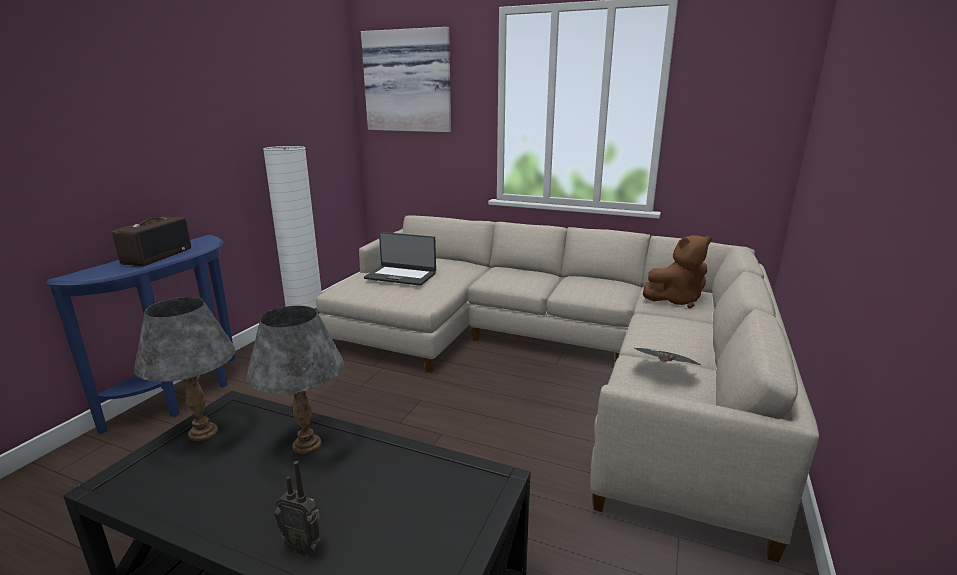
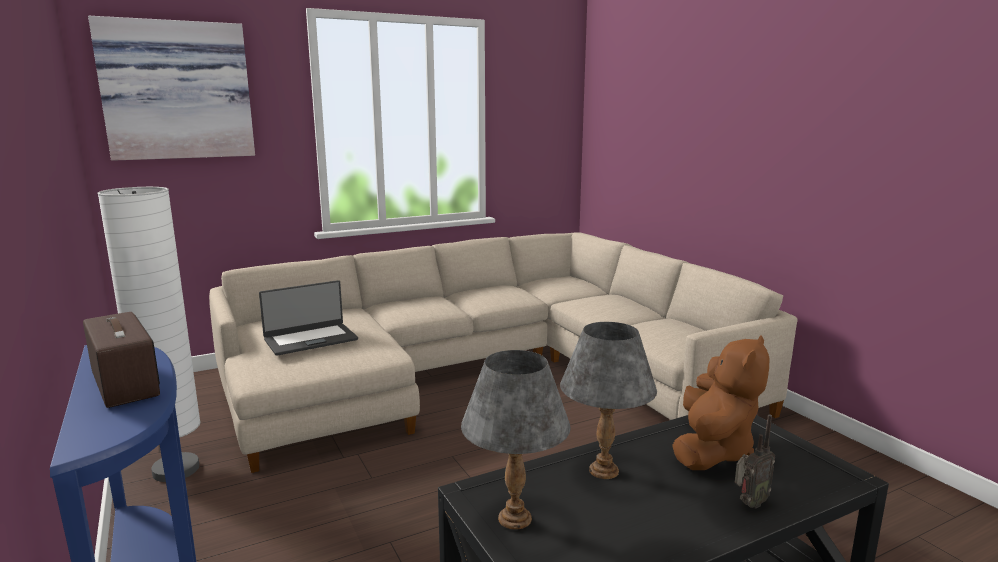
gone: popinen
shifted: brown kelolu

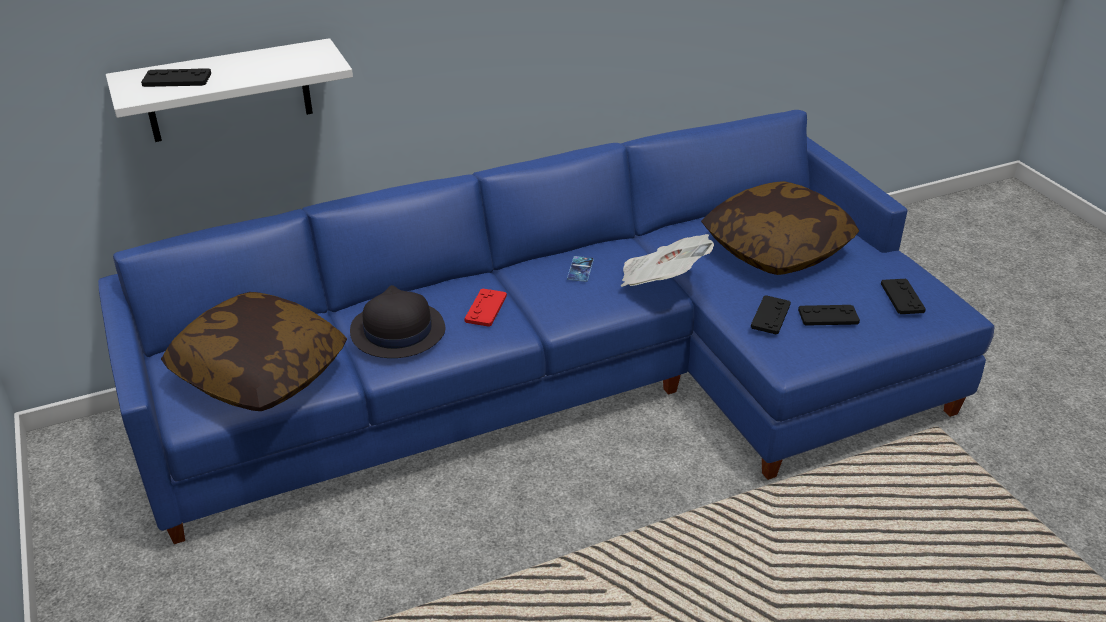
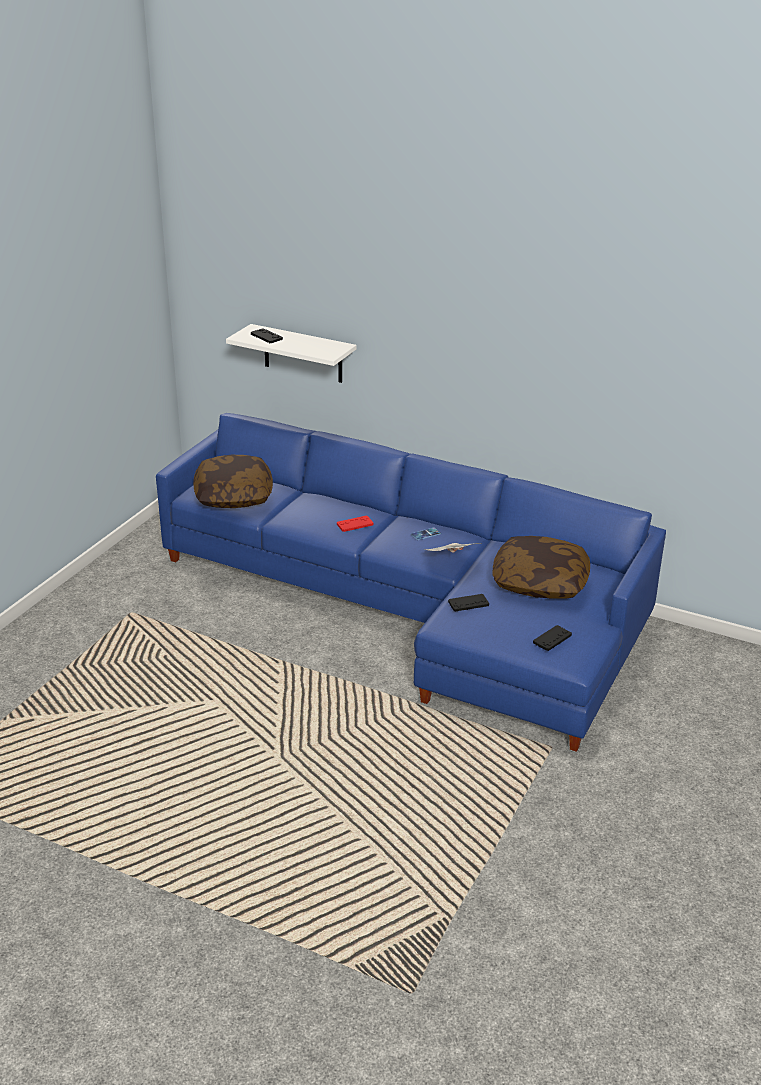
gone: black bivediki; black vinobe (no. 3 from left)

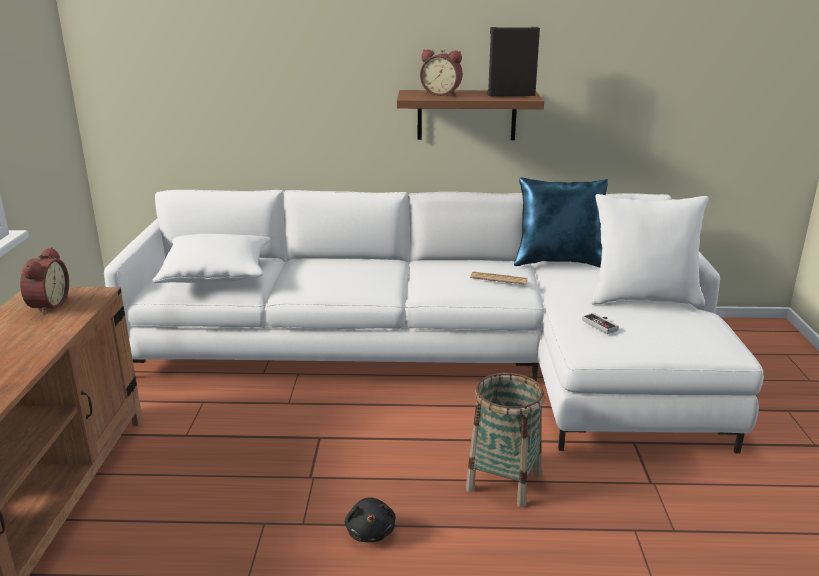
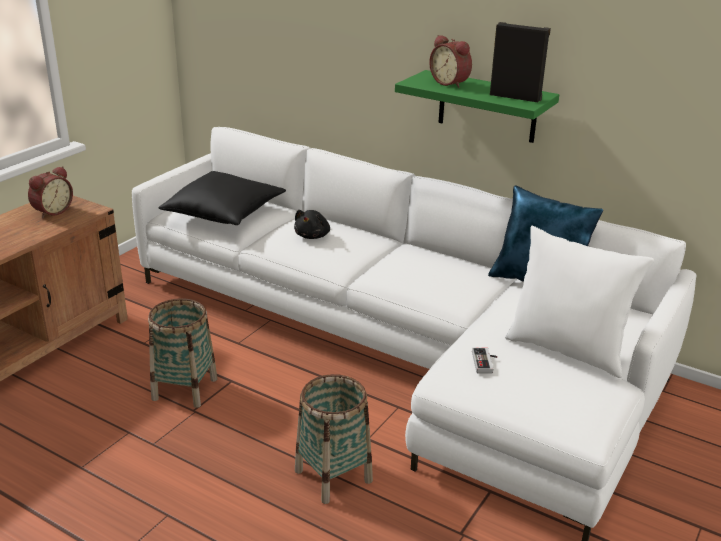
gone: popinen
new: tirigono (no. 1 from left)
shifted: black kelolu
repainted: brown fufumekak to green fufumekak; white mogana (no. 1 from left) to black mogana

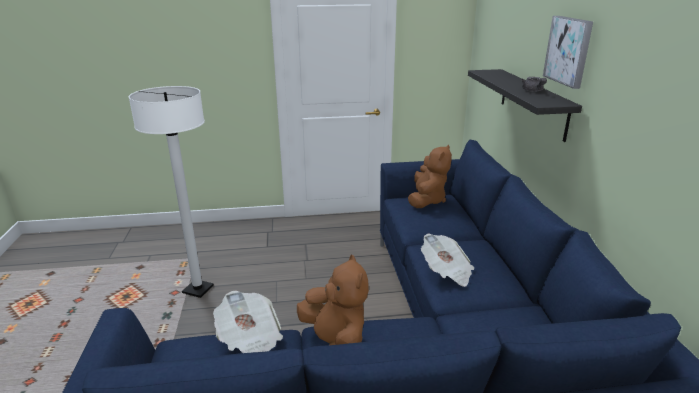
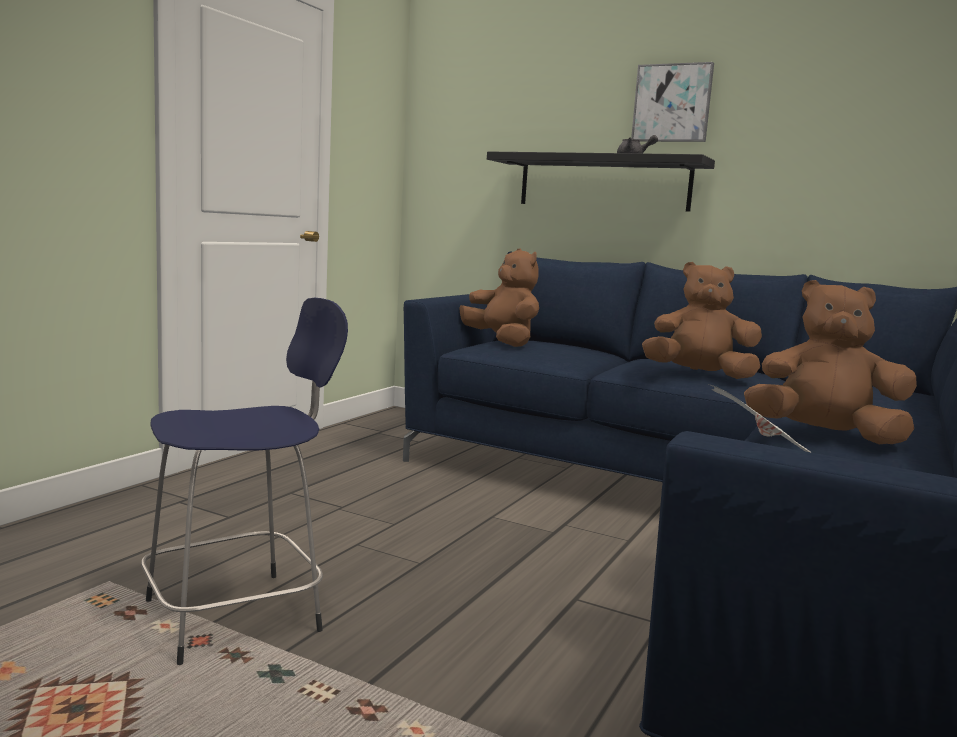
swapped: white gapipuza to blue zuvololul; popinen (no. 2 from left) to brown kelolu (no. 2 from left)

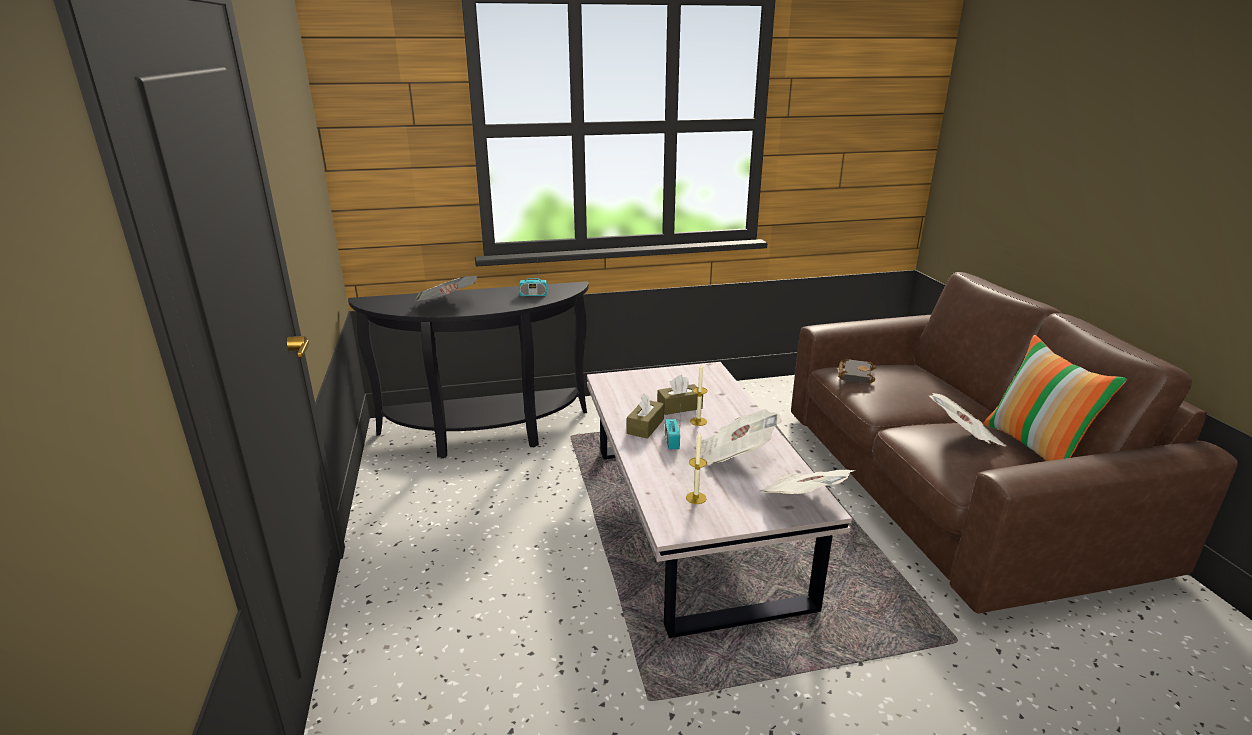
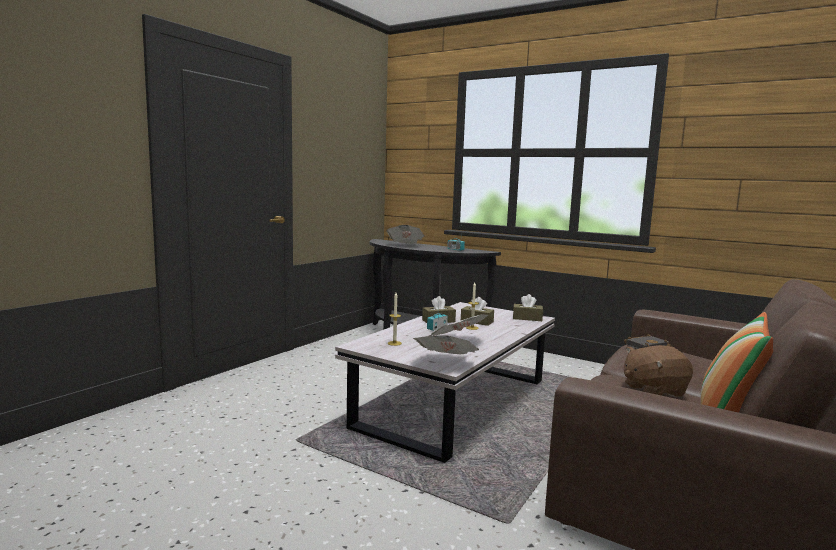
new: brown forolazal (no. 3 from left)
swapped: popinen (no. 4 from left) to brown kelolu

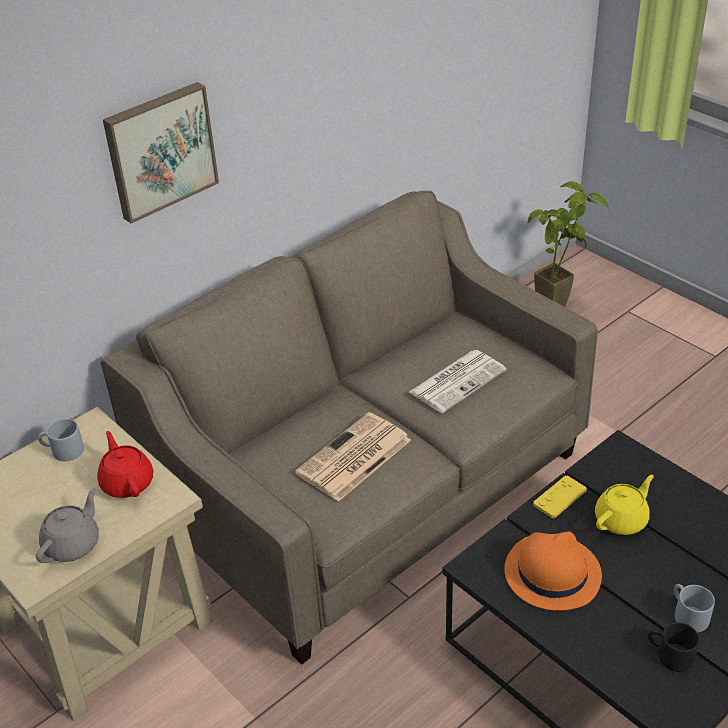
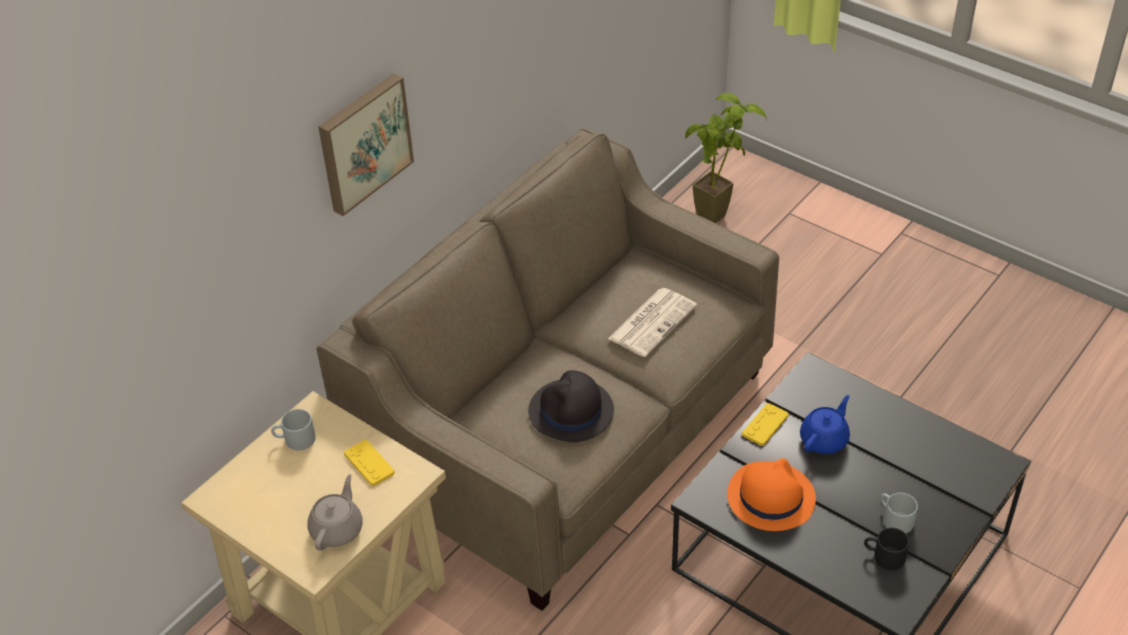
swapped: popinen (no. 1 from left) to black bivediki; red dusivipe to yellow vinobe (no. 1 from left)
repainted: yellow dusivipe to blue dusivipe

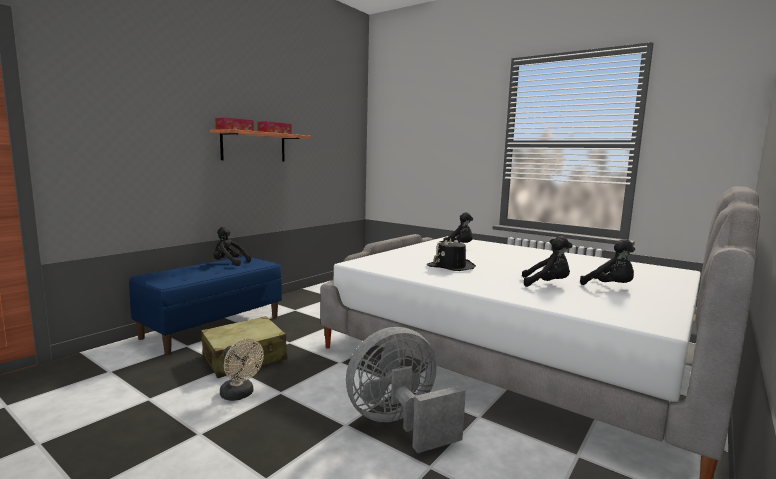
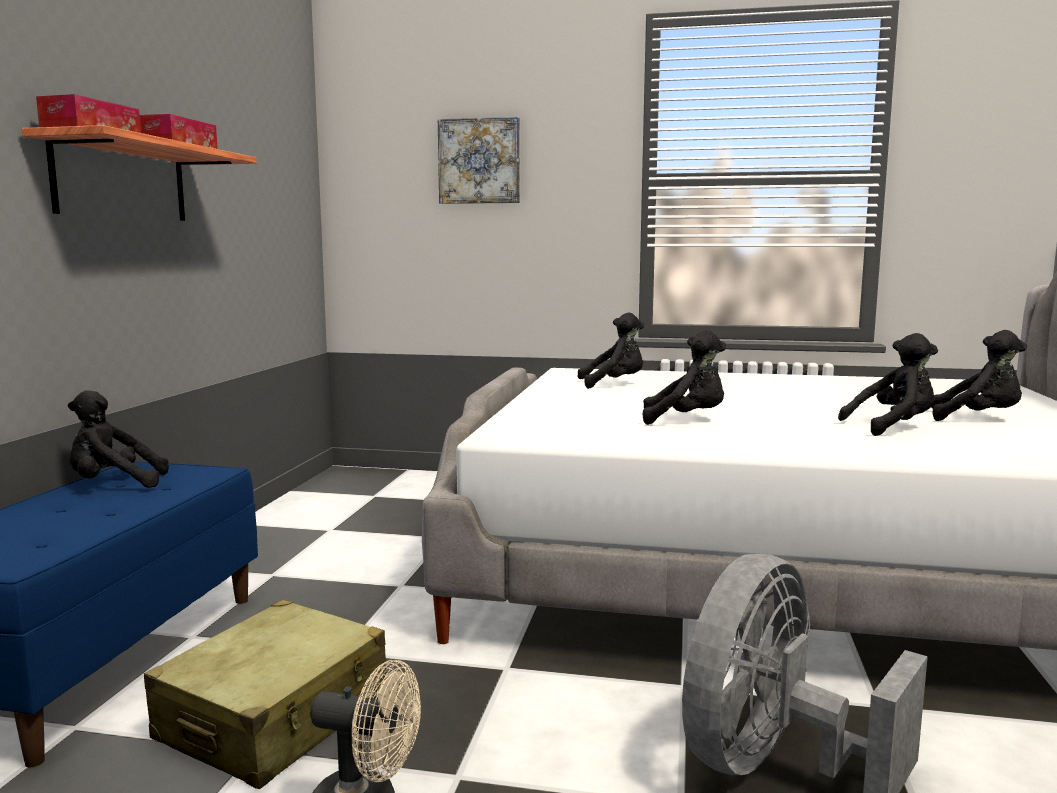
new: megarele
swapped: black bivediki to black kelolu (no. 3 from left)

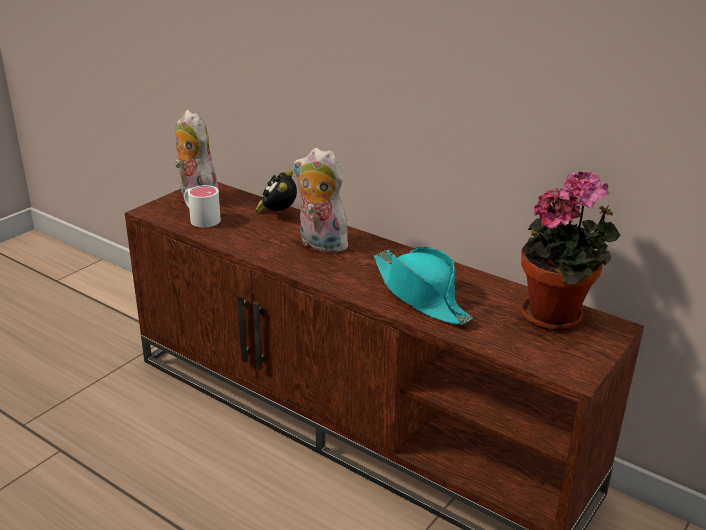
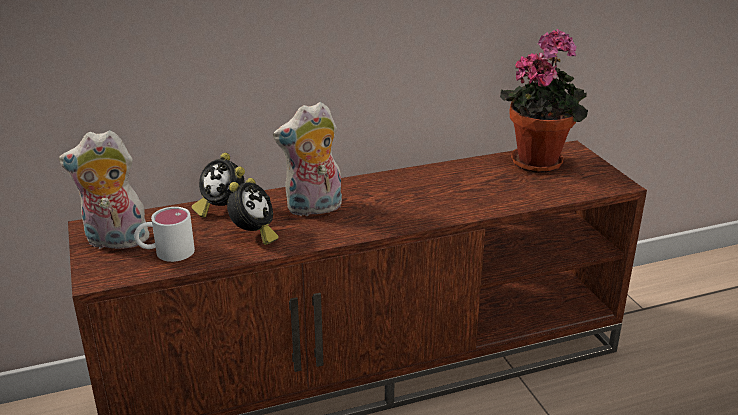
gone: turquoise bivediki
new: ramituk (no. 2 from left)

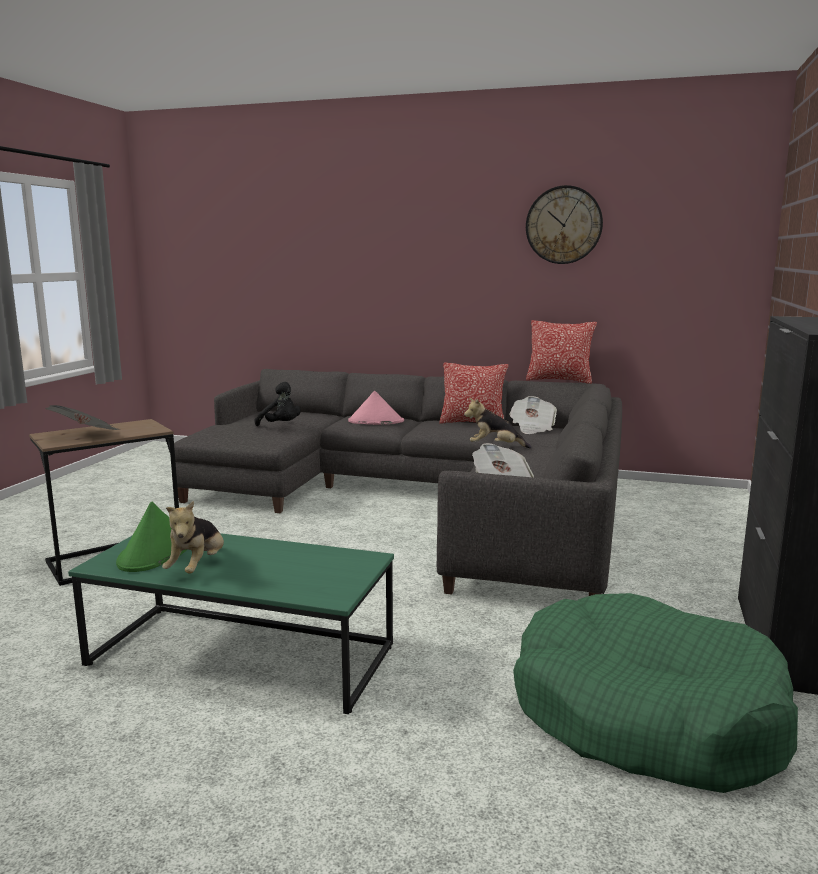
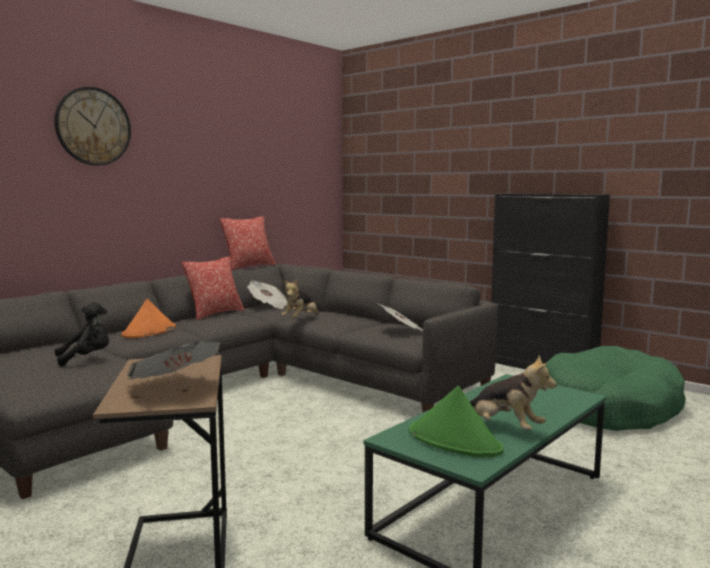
shifted: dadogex
repainted: pink bivediki to orange bivediki

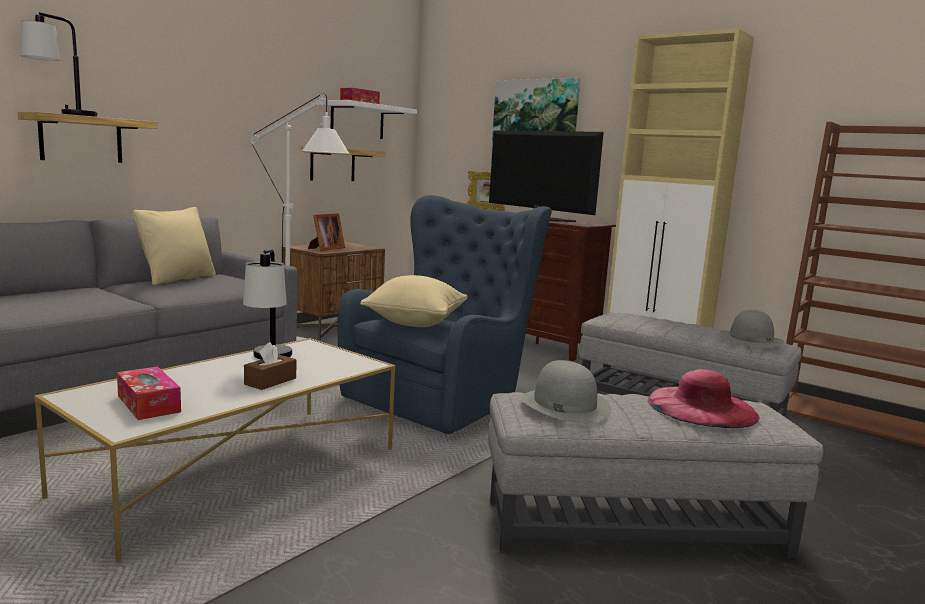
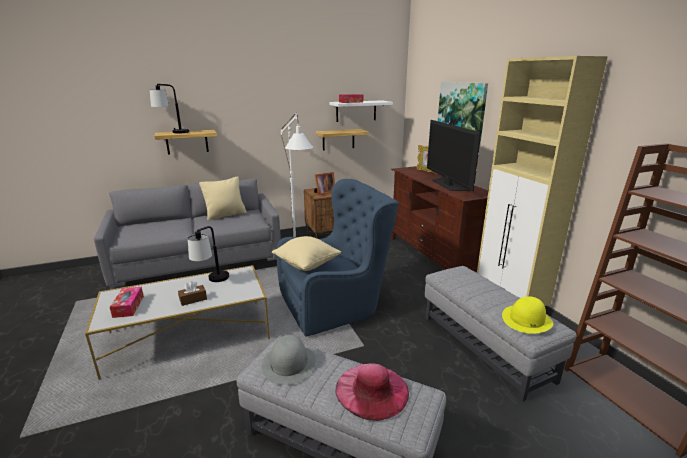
repainted: grey bivediki (no. 2 from left) to yellow bivediki

